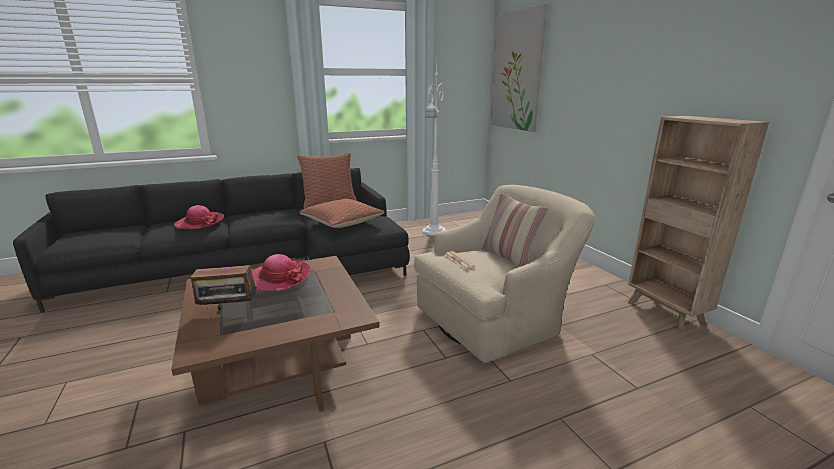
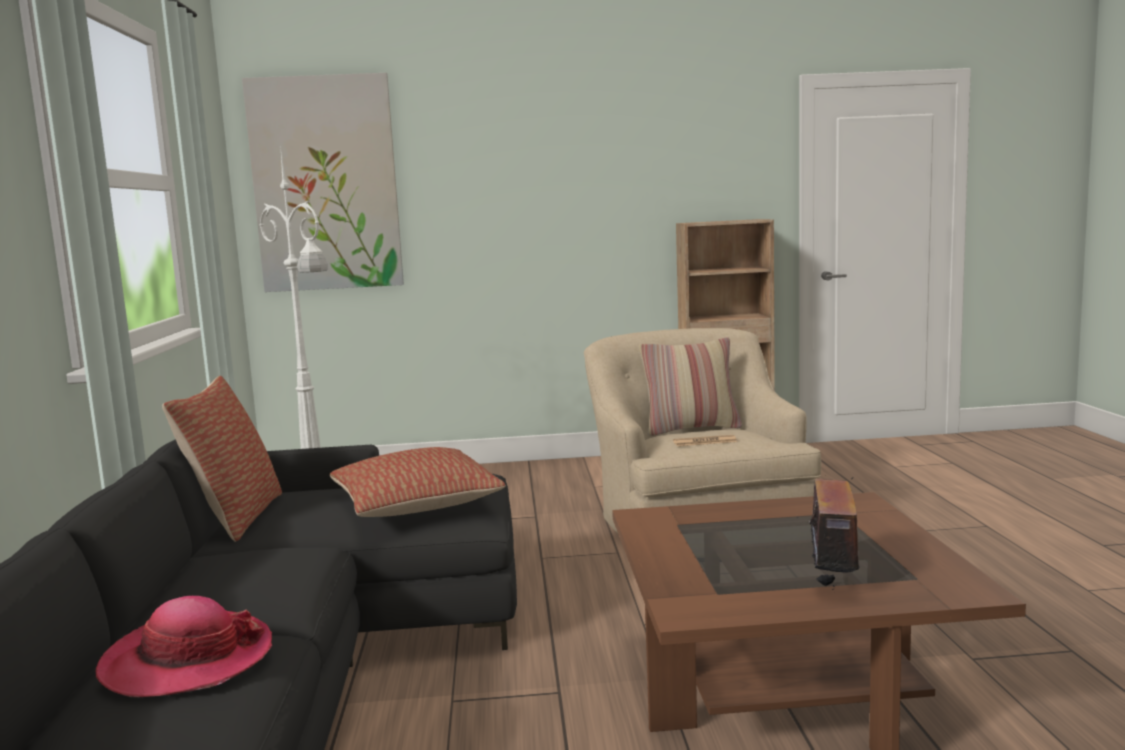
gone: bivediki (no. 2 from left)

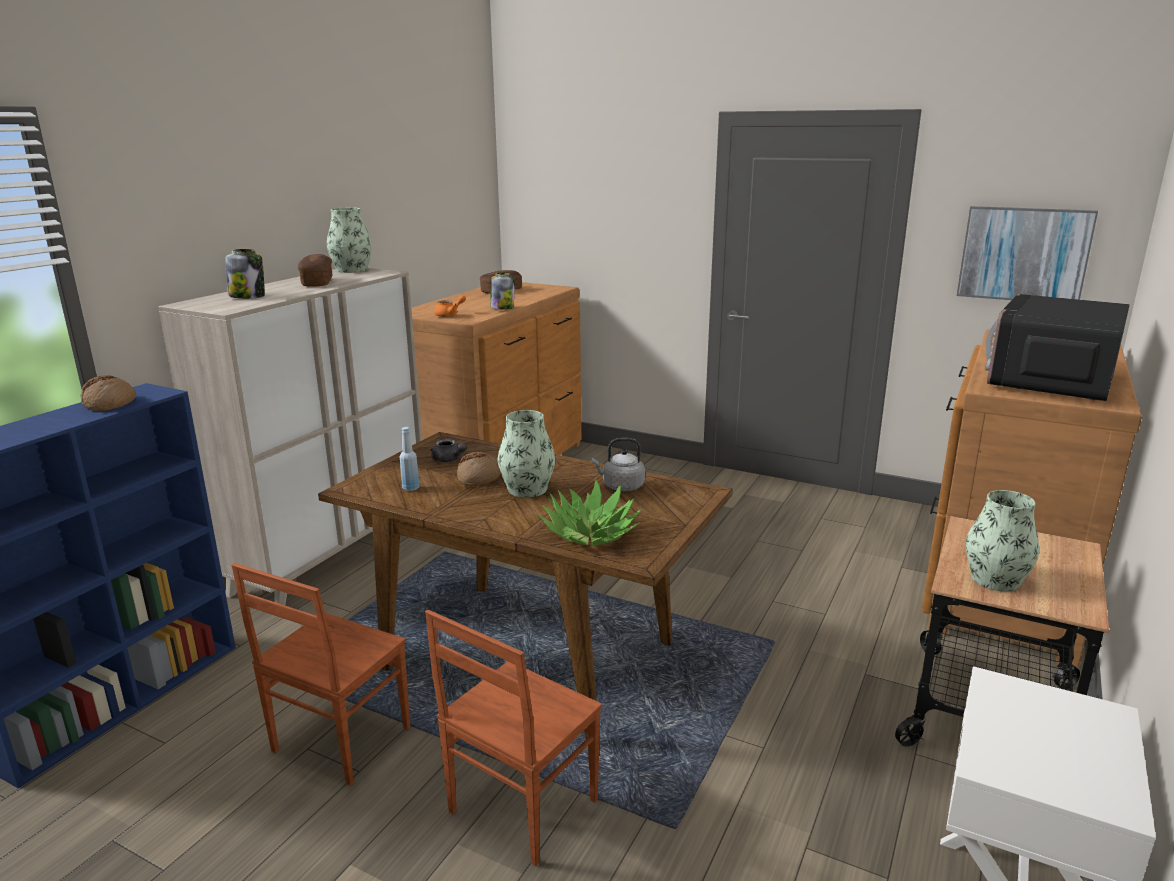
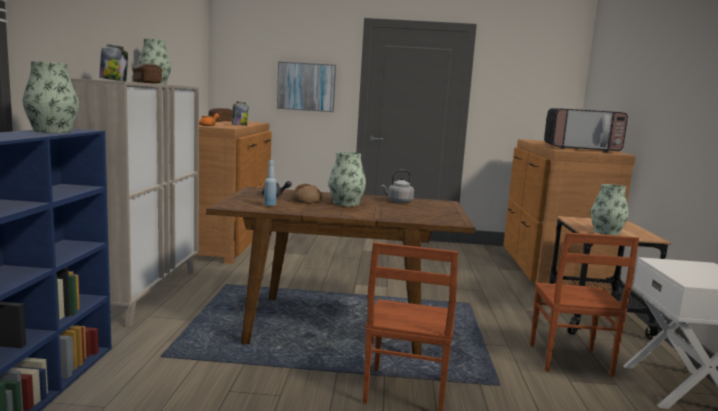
gone: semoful
shifted: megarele; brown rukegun (no. 1 from left in the first image) to brown rukegun (no. 2 from left)
swapped: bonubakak (no. 1 from left) to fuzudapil (no. 1 from left)
rotated: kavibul 90 degrees counterclockwise

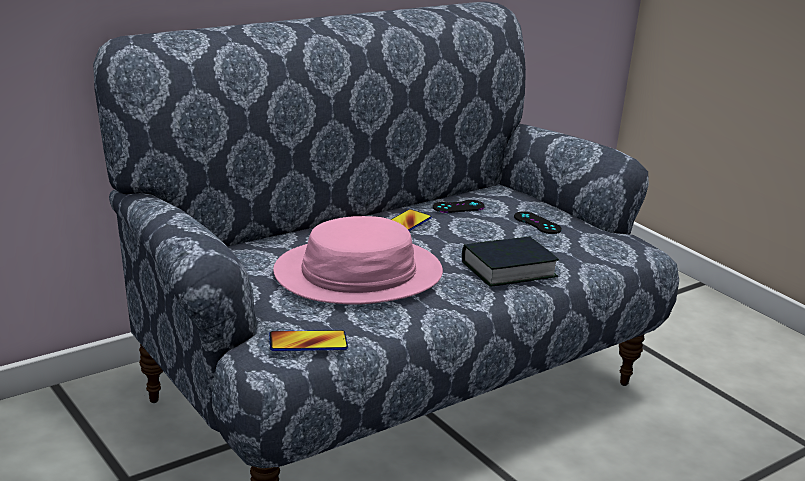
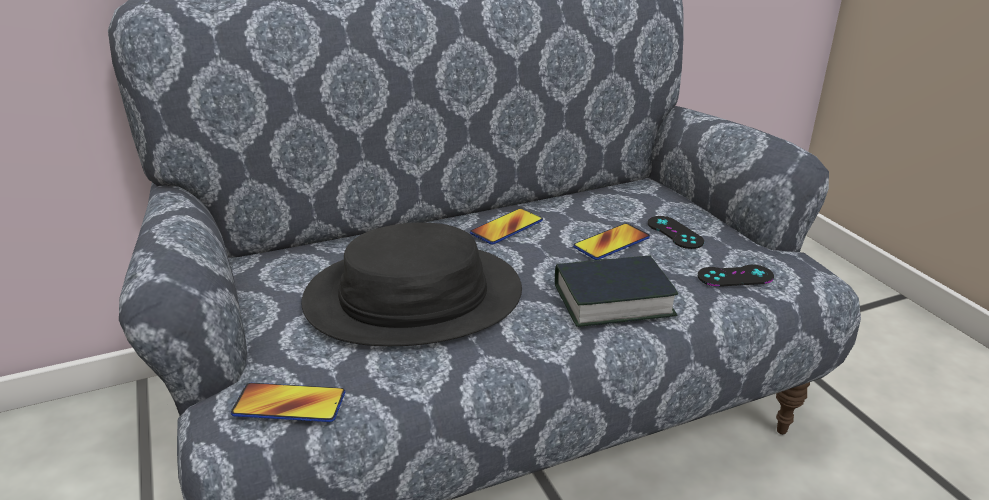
new: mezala (no. 3 from left)
shifted: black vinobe (no. 1 from left in the first image) to black vinobe (no. 2 from left)
repainted: pink bivediki to black bivediki

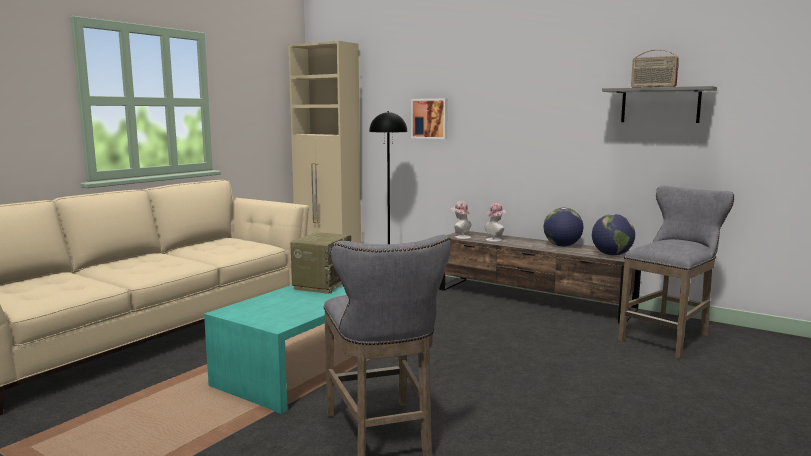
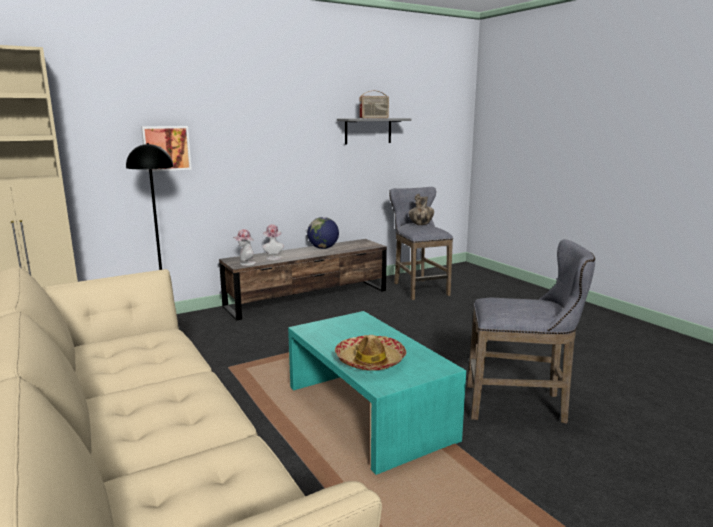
gone: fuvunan (no. 2 from left); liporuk (no. 1 from left)
new: fuzudapil; bivediki (no. 3 from left)

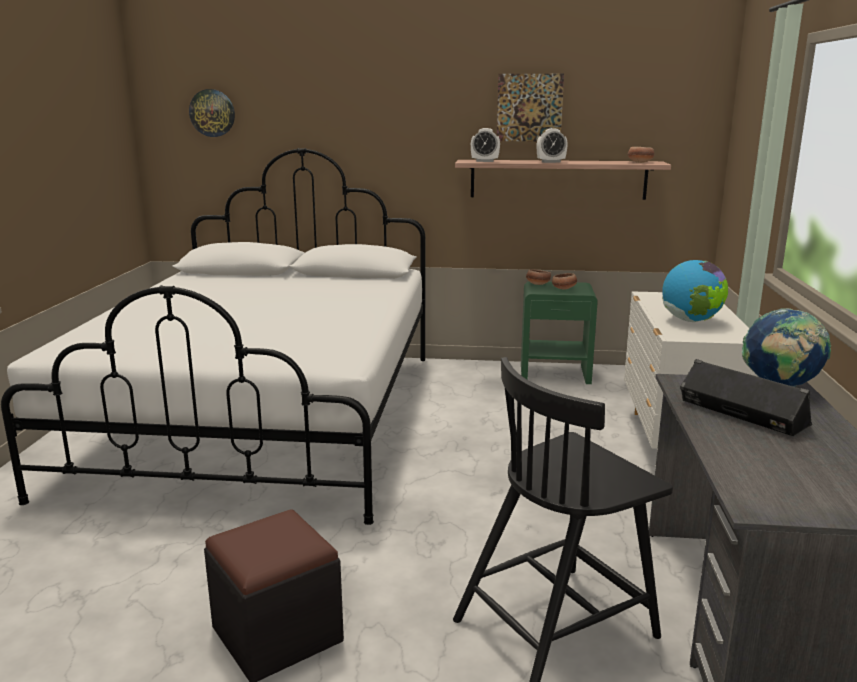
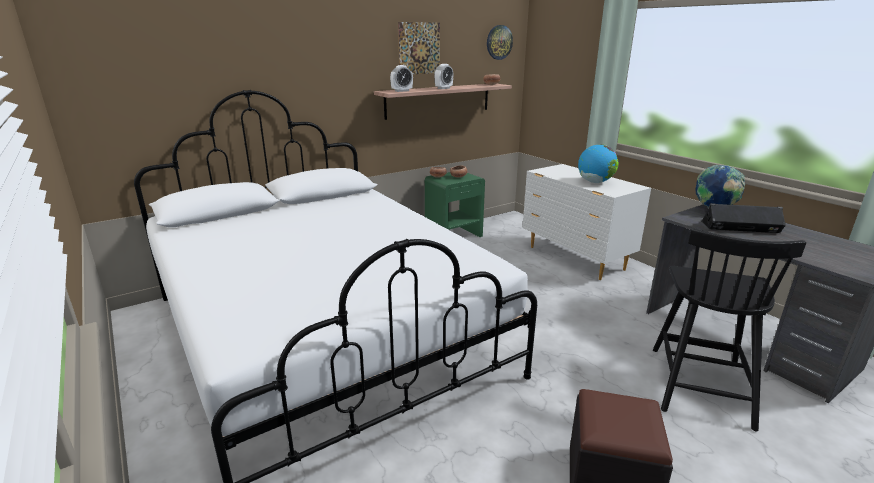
shifted: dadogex

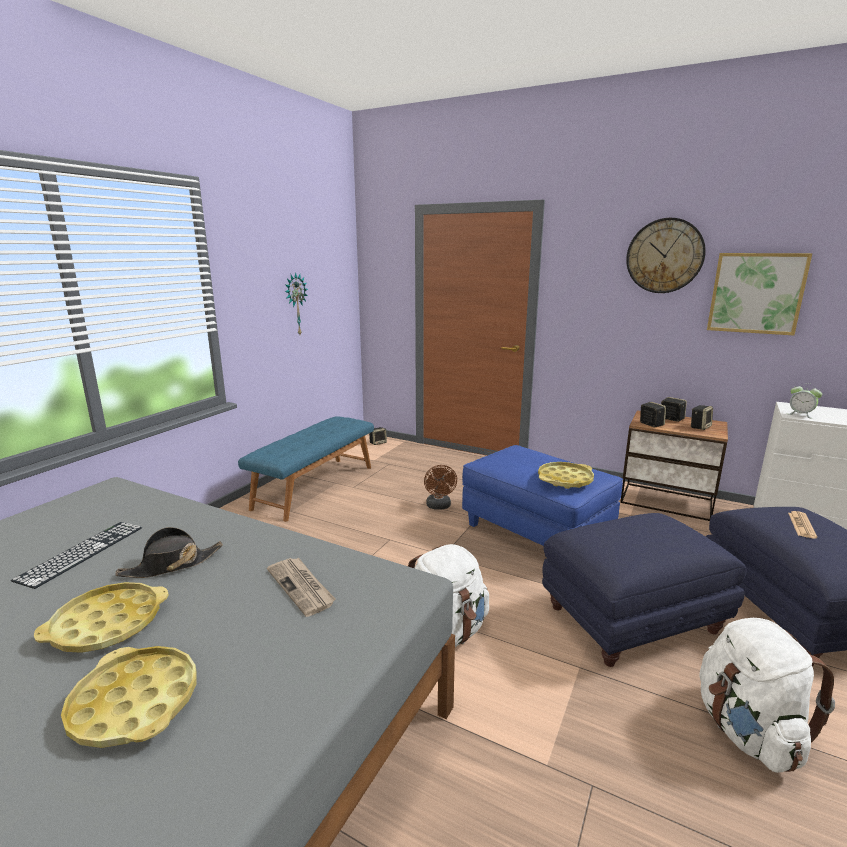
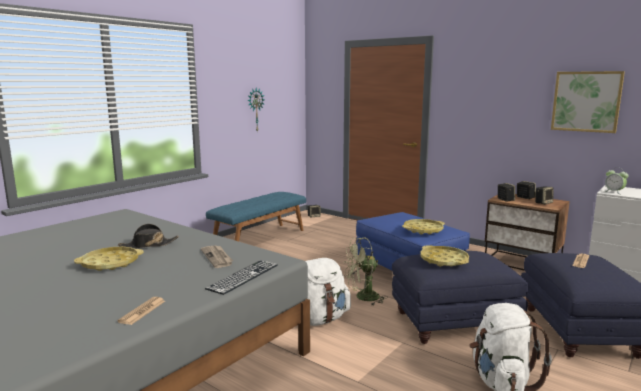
gone: dadogex (no. 2 from left); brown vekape
new: green vekape; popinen (no. 1 from left)
shifted: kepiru; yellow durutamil (no. 2 from left in the first image) to yellow durutamil (no. 3 from left)

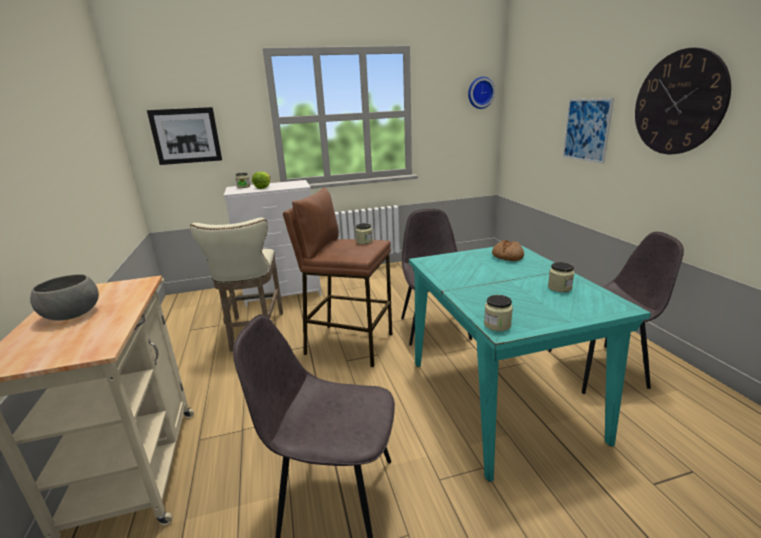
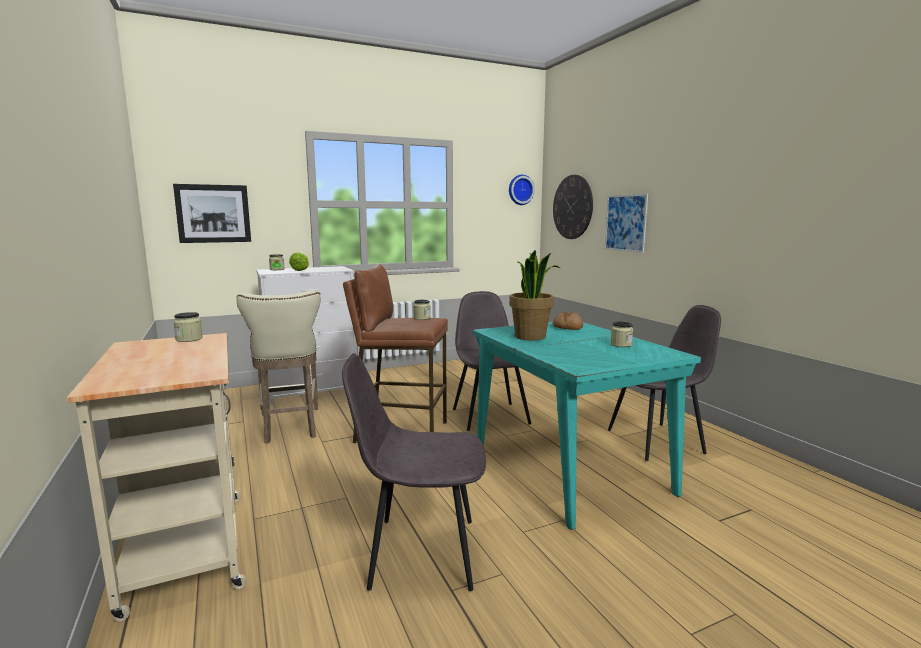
gone: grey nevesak
new: semoful
shifted: dadogex (no. 2 from left); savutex (no. 3 from left in the first image) to savutex (no. 1 from left)

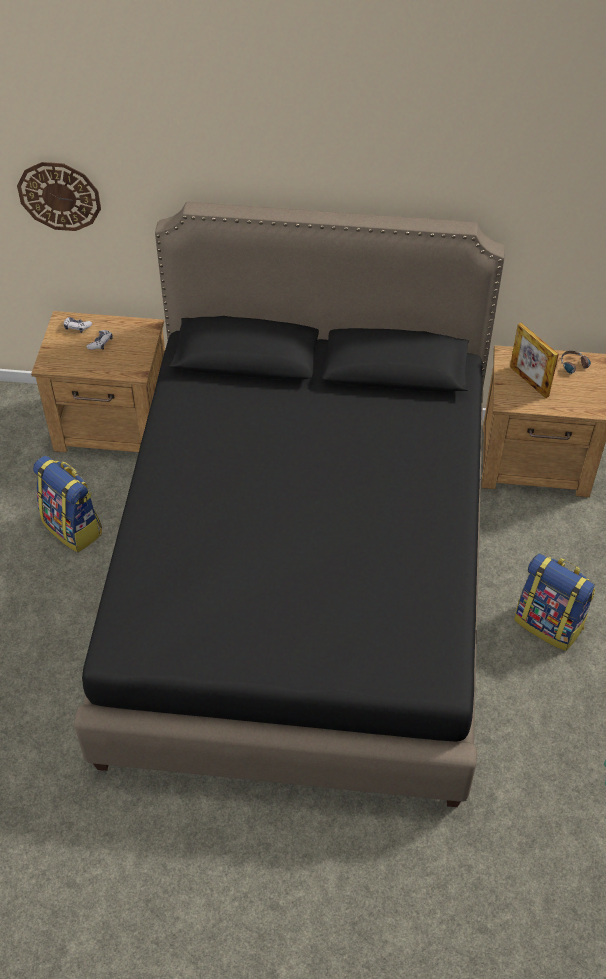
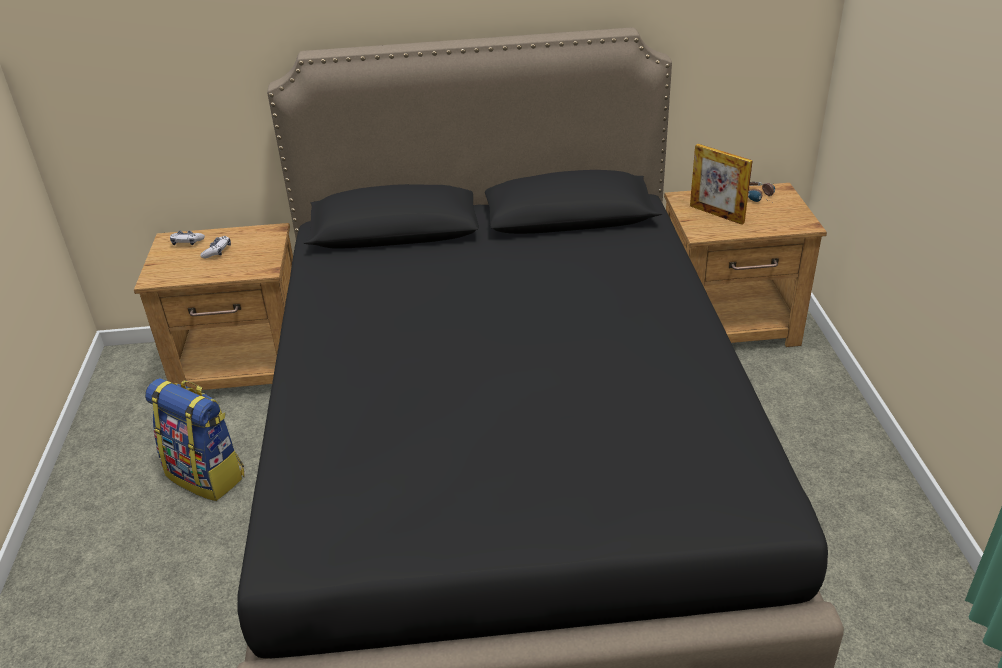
gone: dadogex; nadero (no. 2 from left)

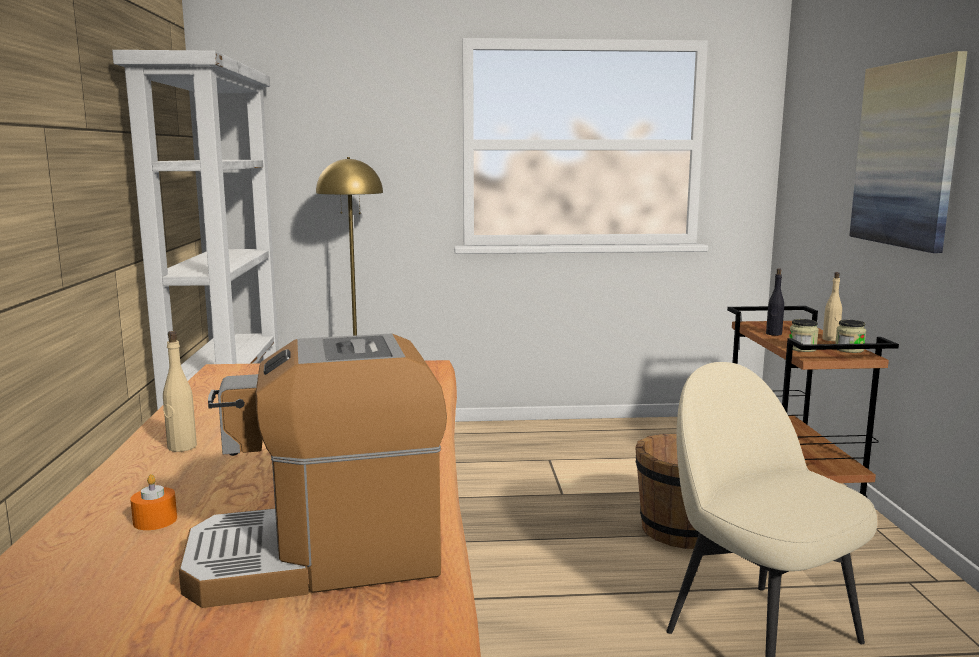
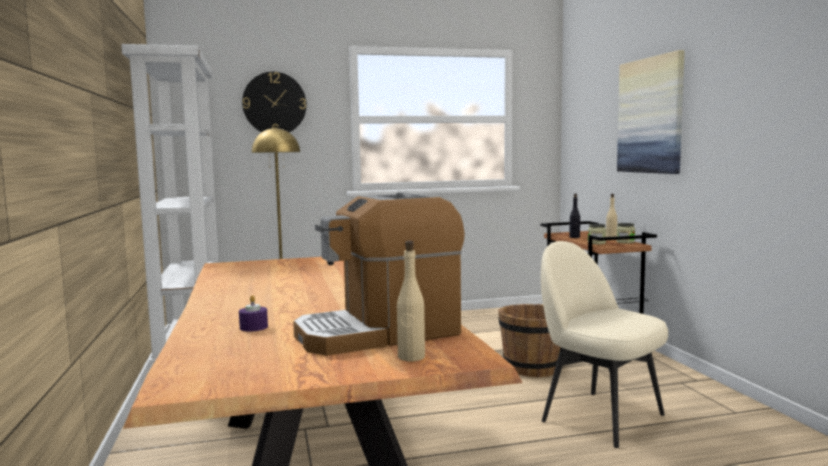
new: dadogex
shifted: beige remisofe (no. 1 from left)
repainted: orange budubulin to purple budubulin

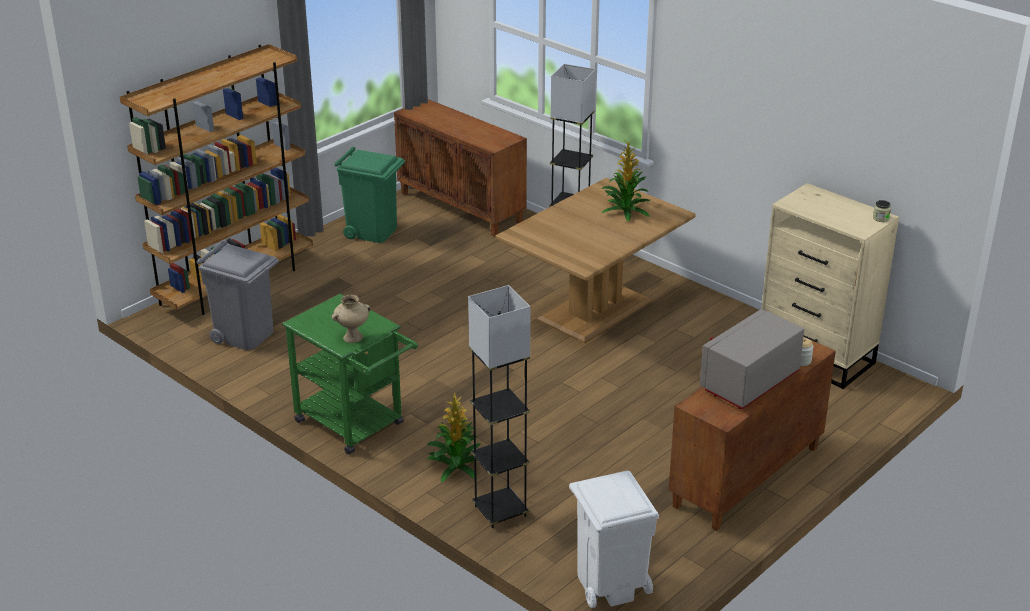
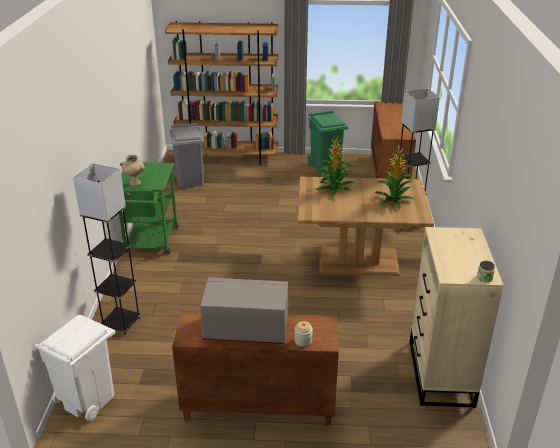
shifted: semoful (no. 1 from left)

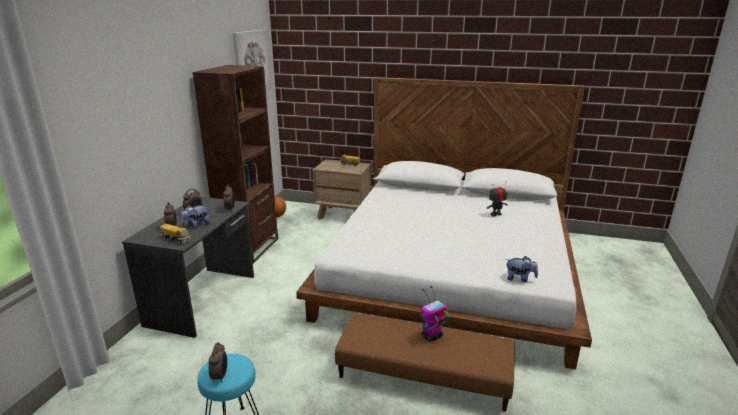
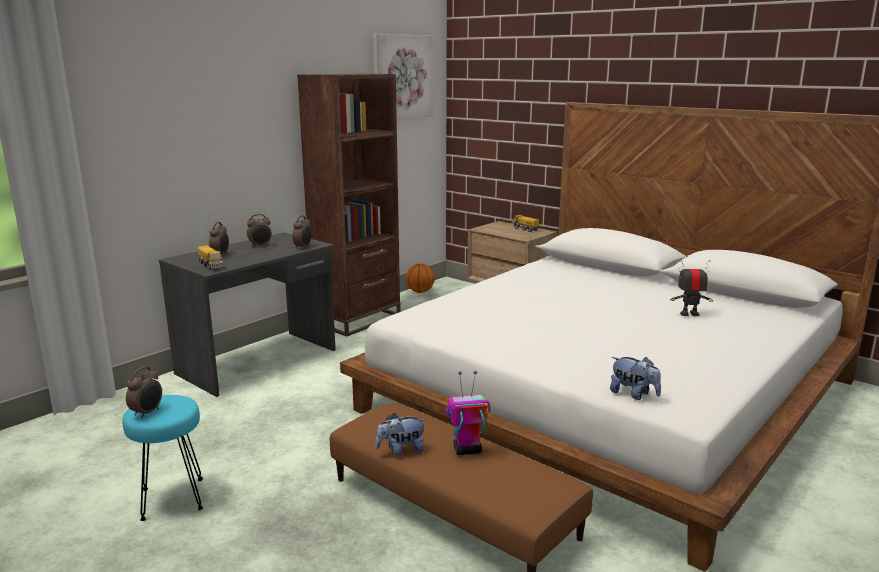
shifted: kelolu (no. 1 from left)

